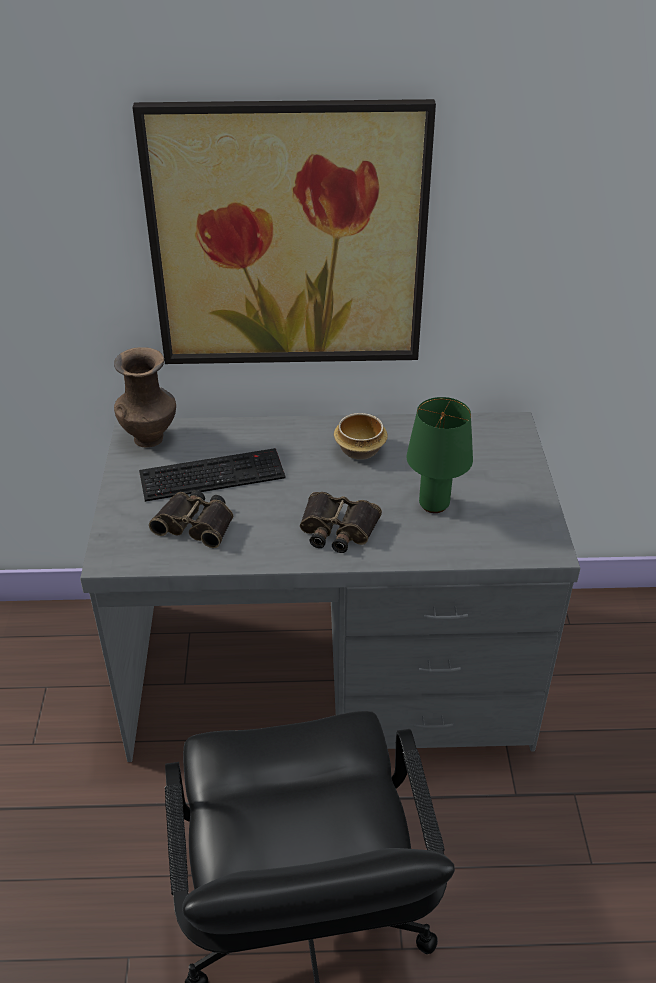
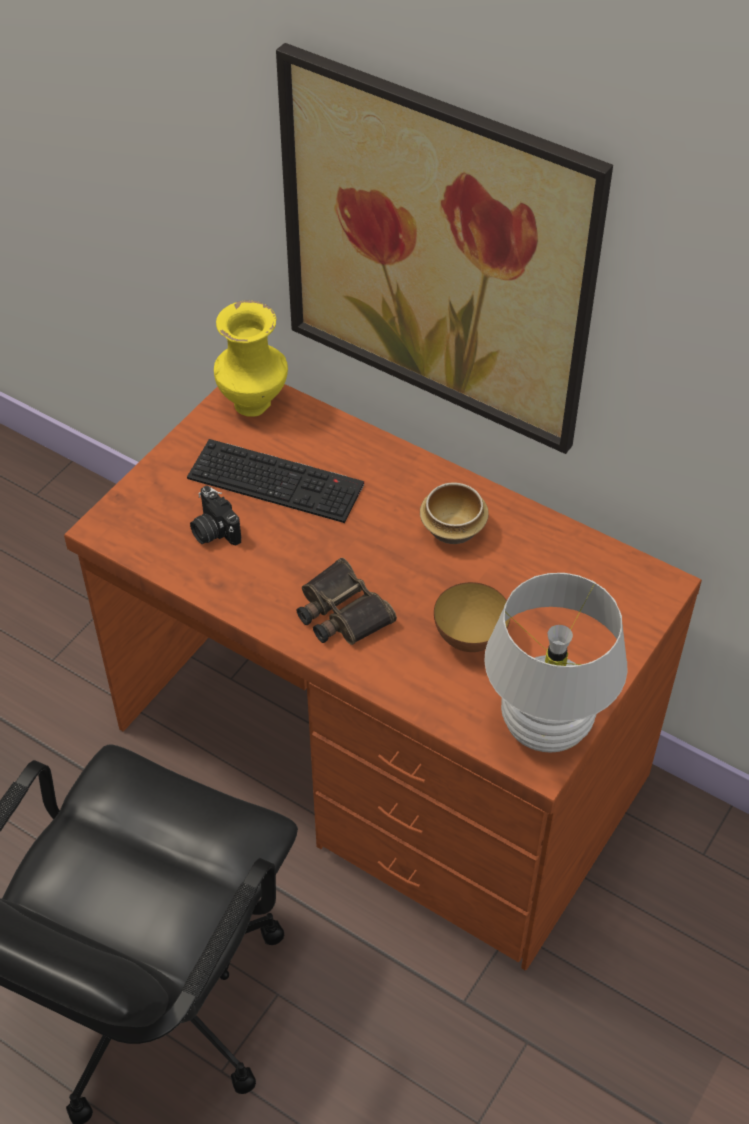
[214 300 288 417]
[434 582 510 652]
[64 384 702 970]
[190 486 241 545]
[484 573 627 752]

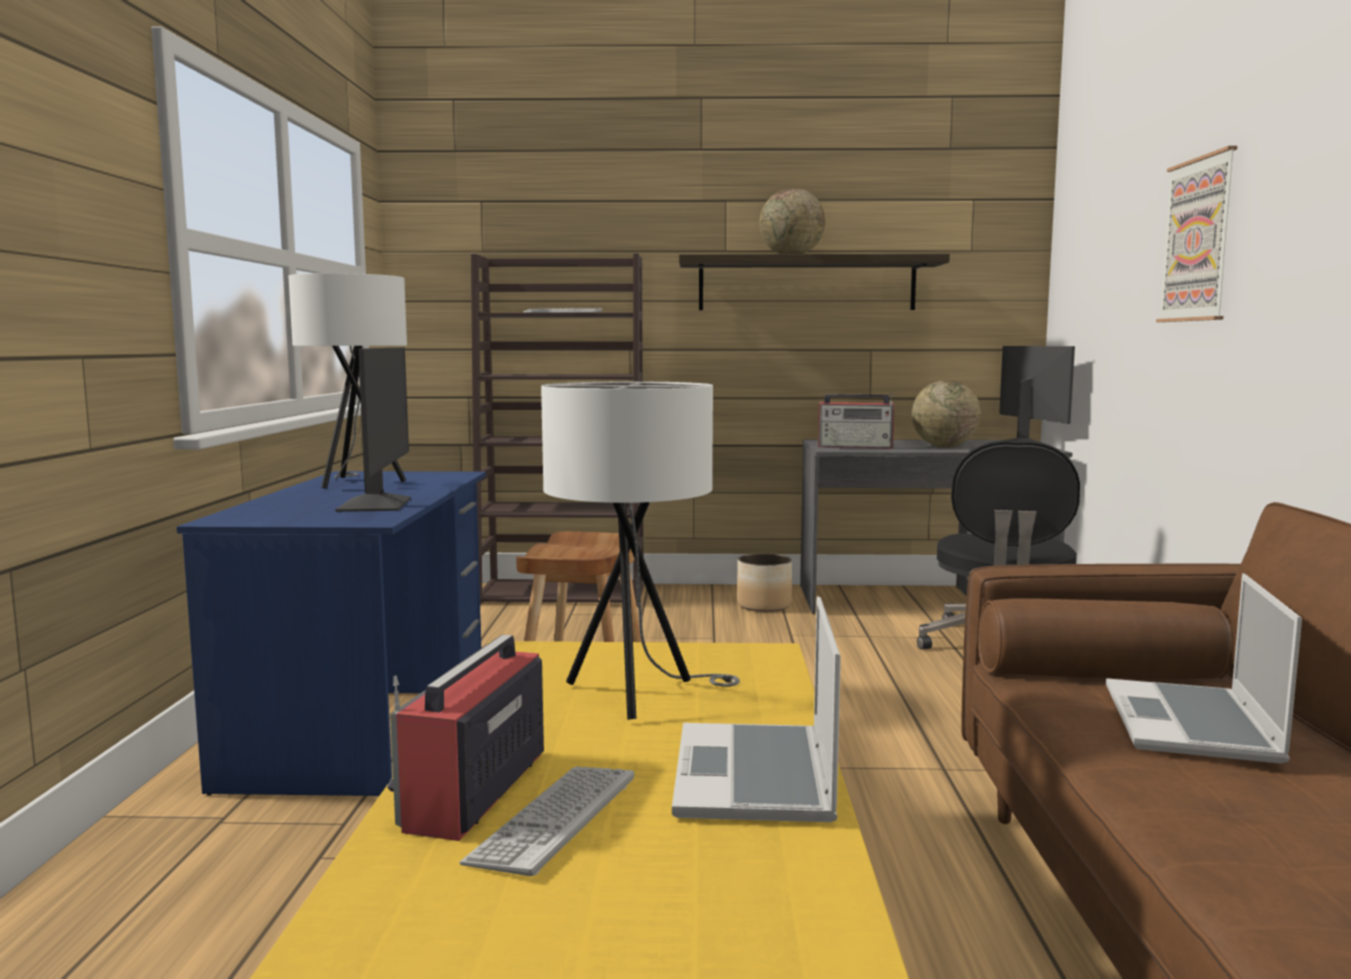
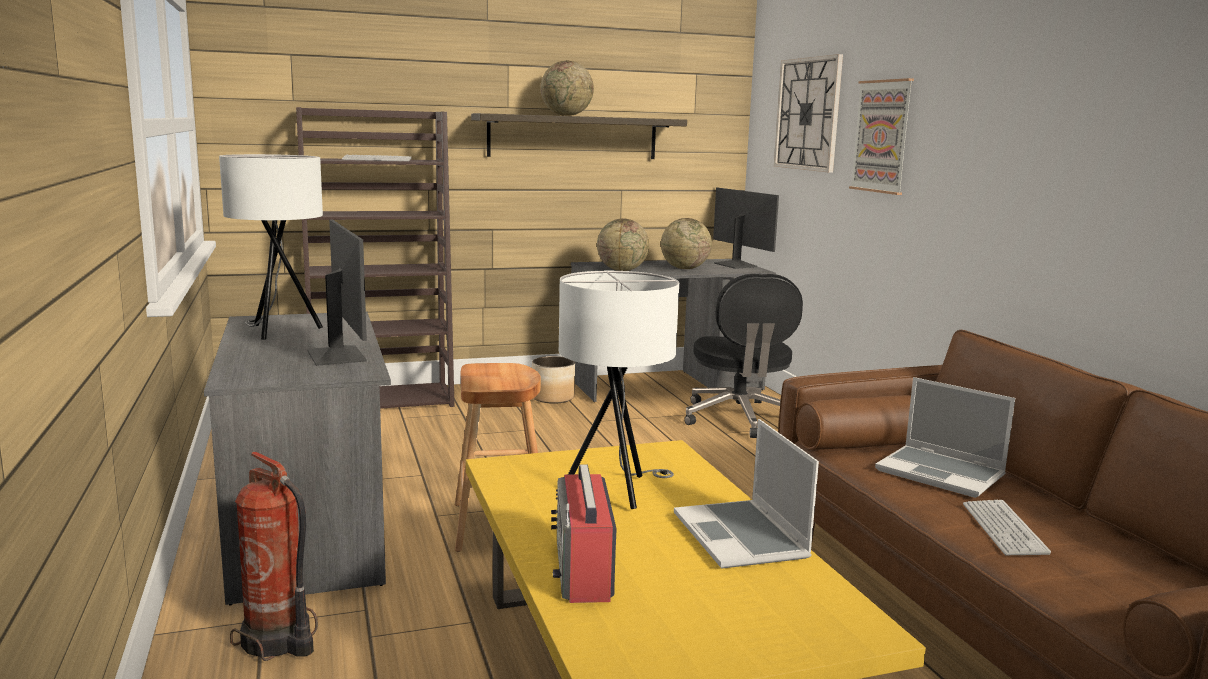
[597 218 649 271]
[204 312 391 606]
[875 377 1015 498]
[963 500 1051 555]
[774 54 843 173]
[230 452 318 661]

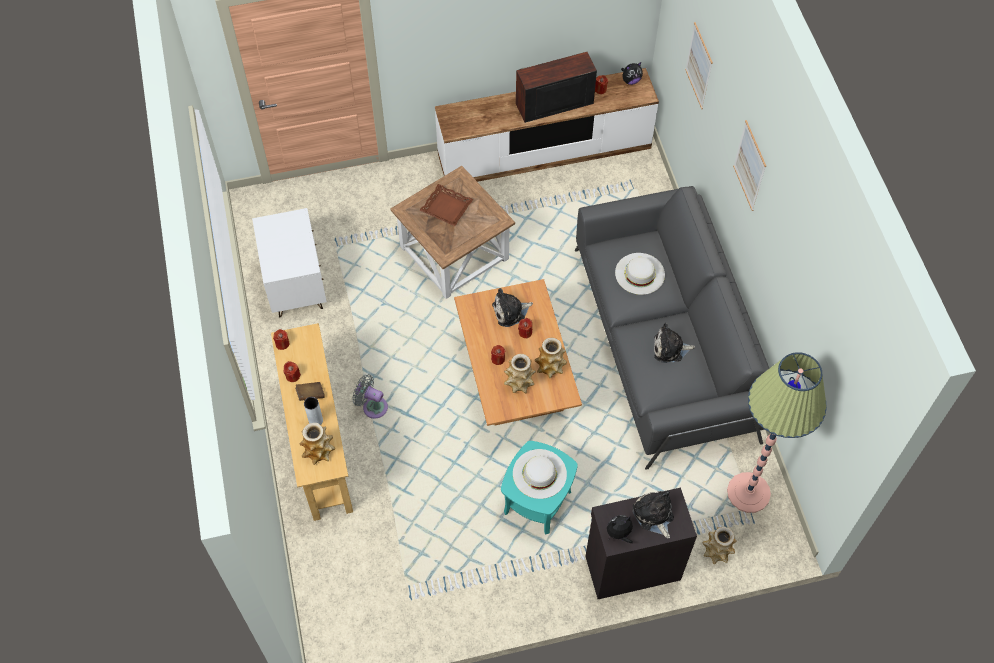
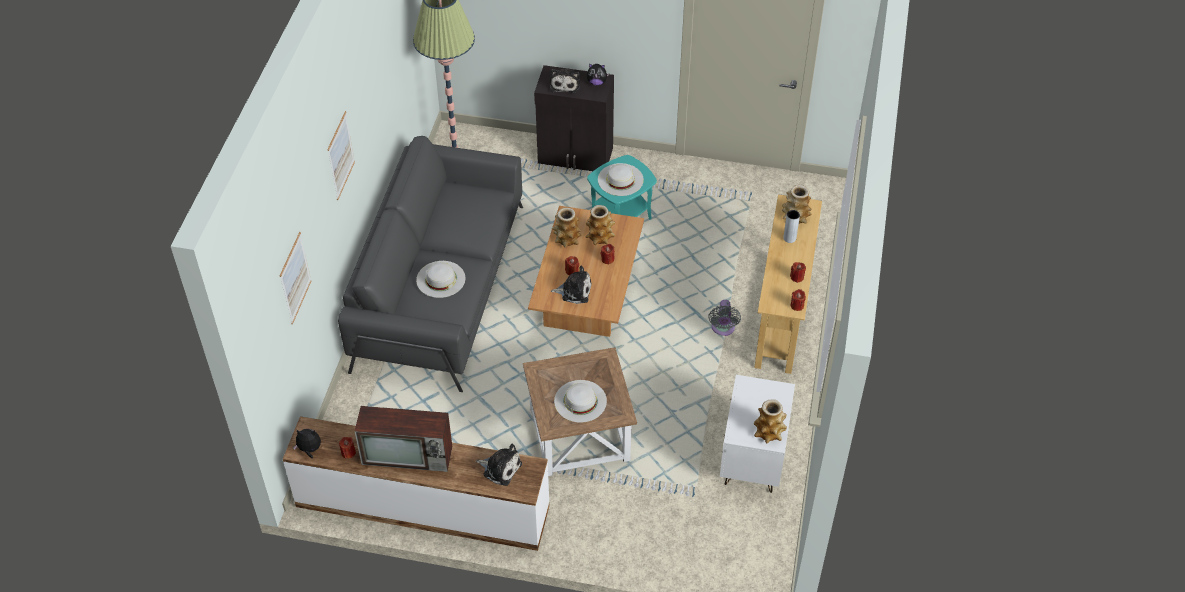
[554 380 607 423]
[476 444 522 486]
[708 300 741 336]
[295 382 325 401] (first image)
[754 399 787 443]

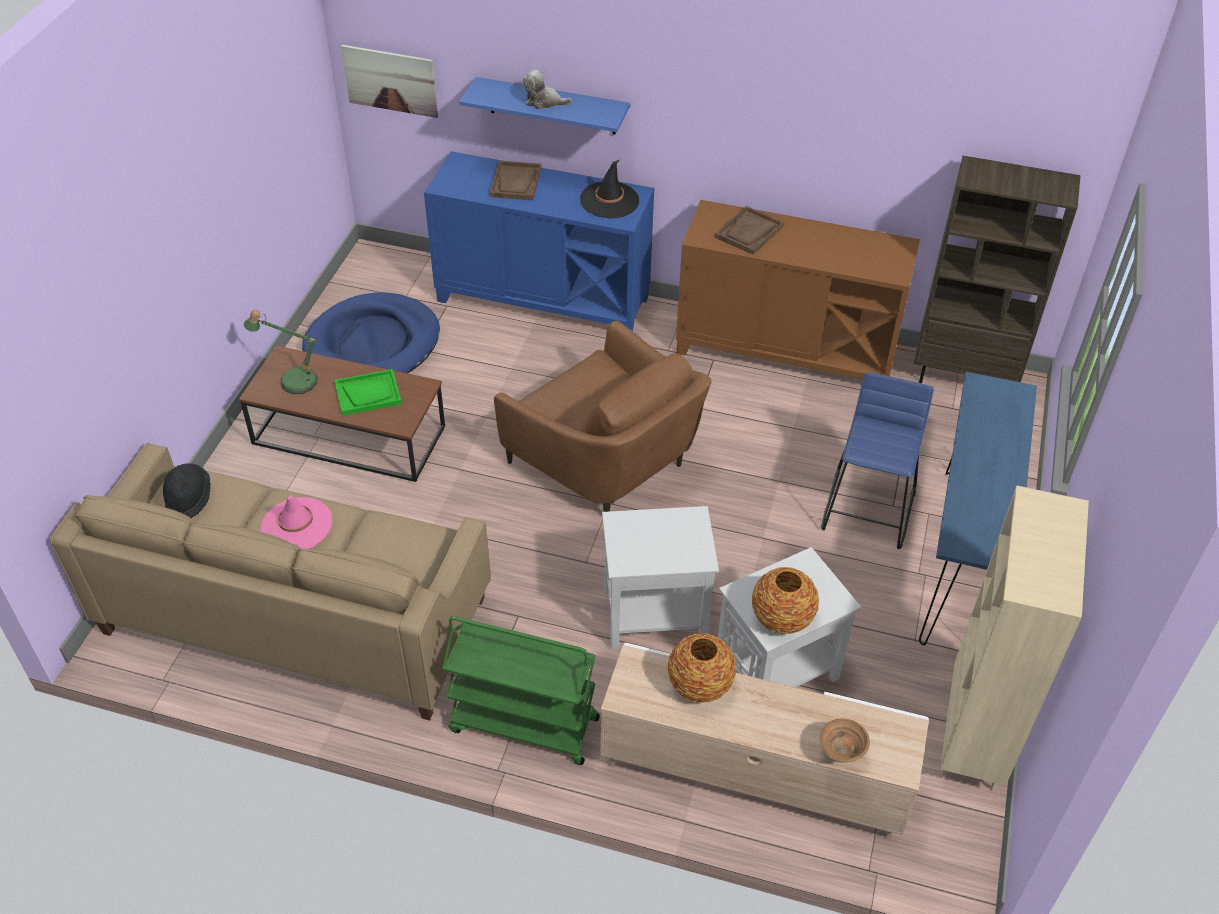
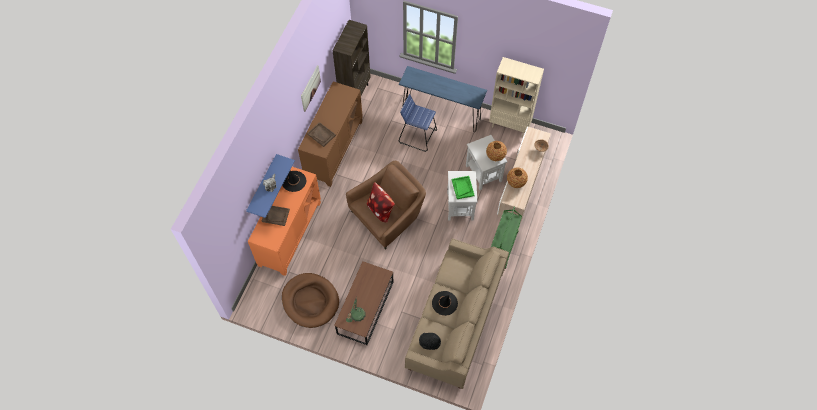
[301 65 321 112]
[248 167 321 276]
[282 273 339 328]
[452 176 475 199]
[432 291 458 316]
[367 182 395 223]

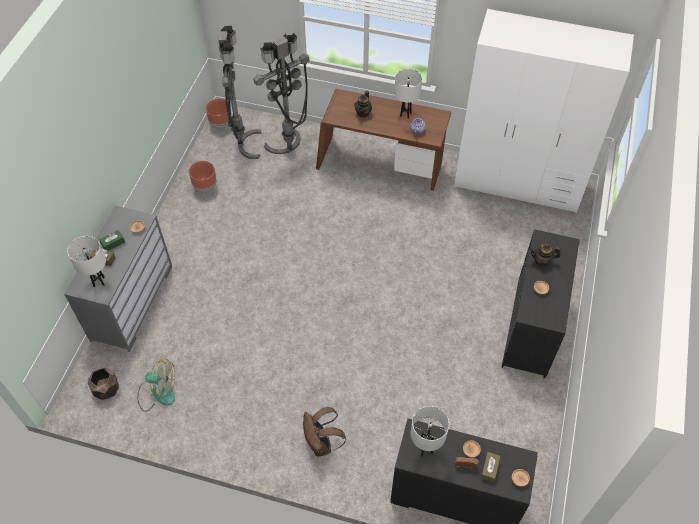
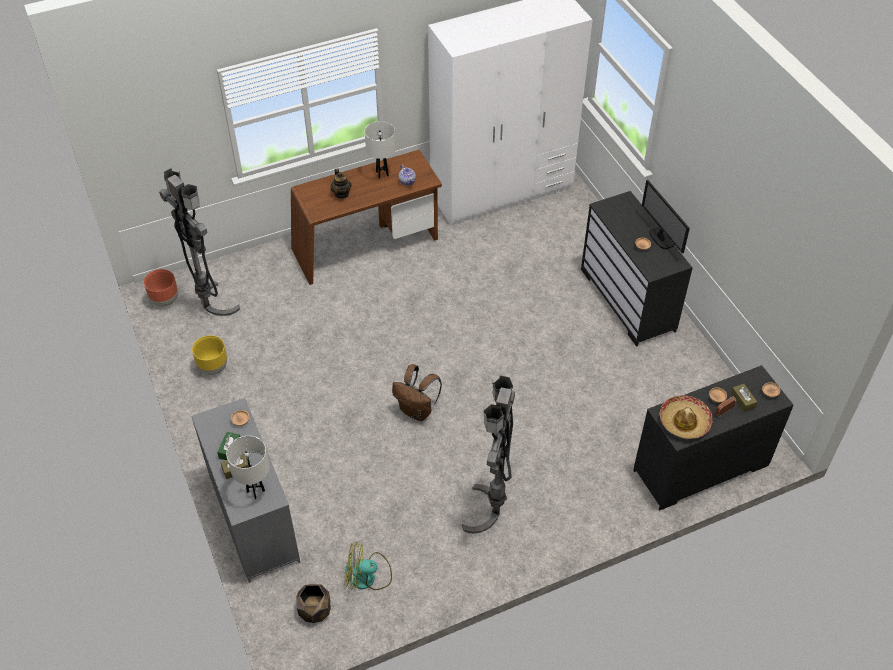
[462 375 515 534]
[192 335 227 375]
[530 243 560 267] (first image)
[345 541 392 590]
[659 395 712 439]
[392 364 442 421]
[642 180 690 253]

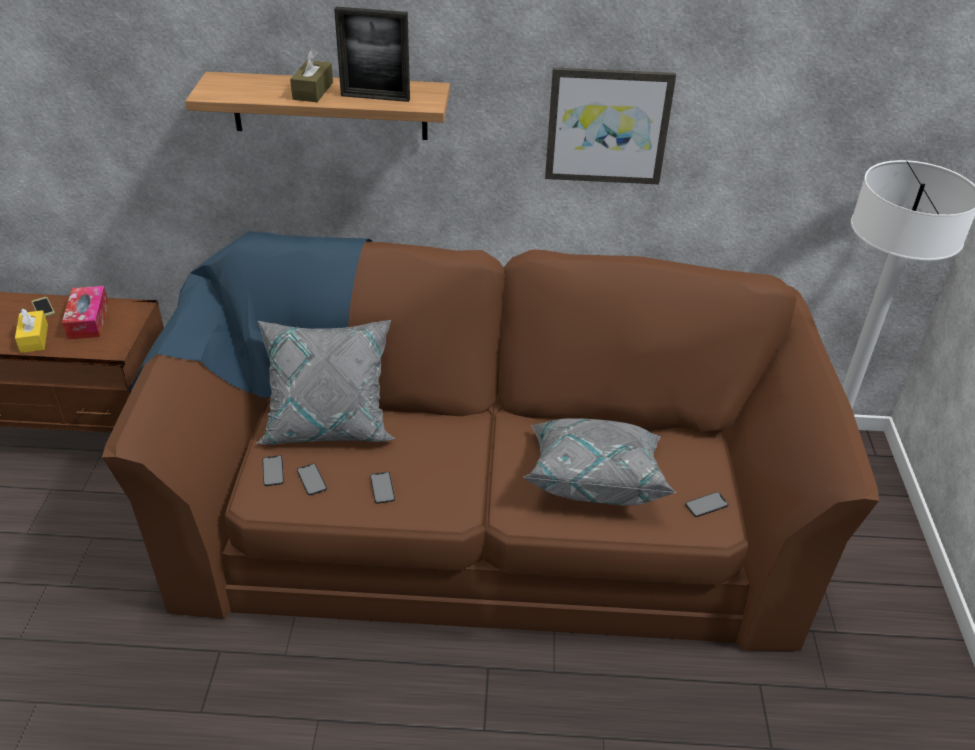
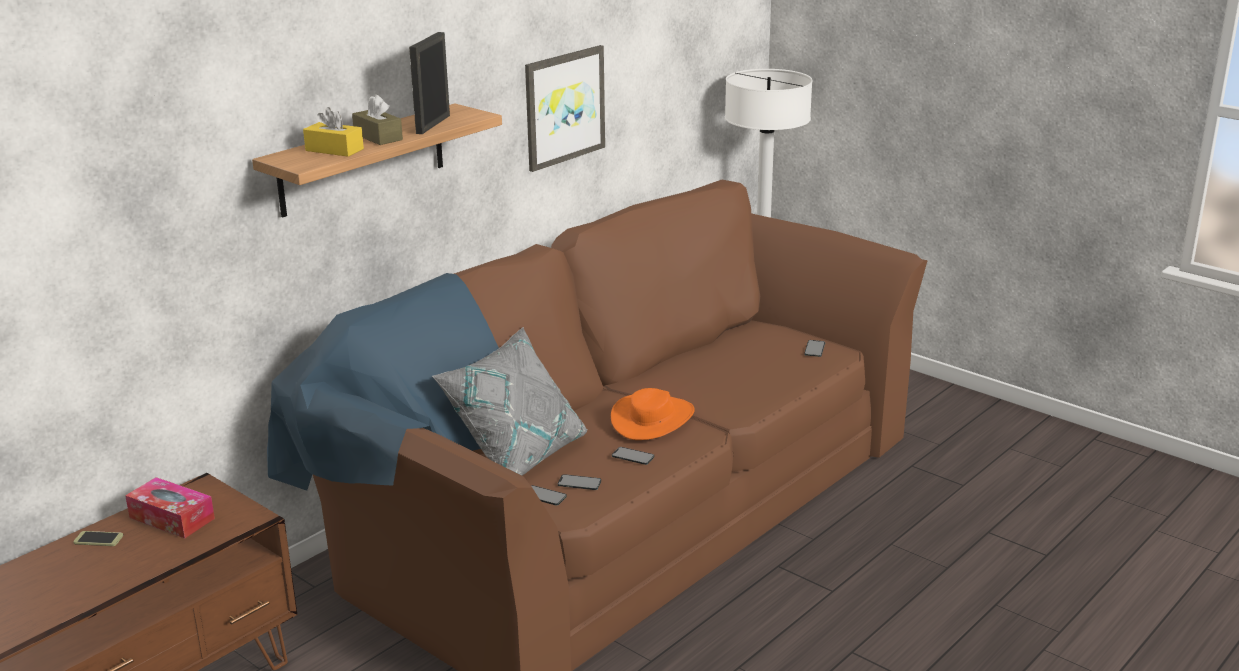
[409 32 450 134]
[303 107 364 157]
[524 418 677 505] (first image)
[611 388 695 440]

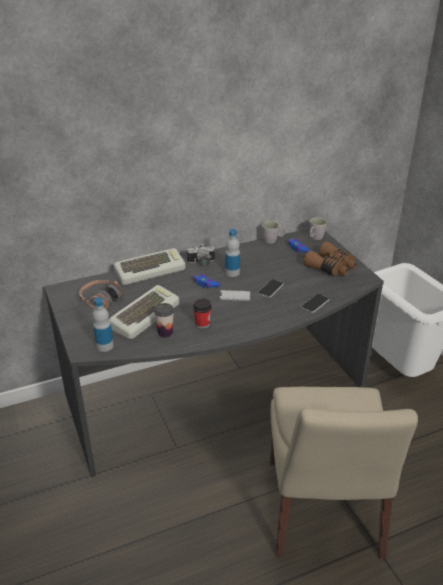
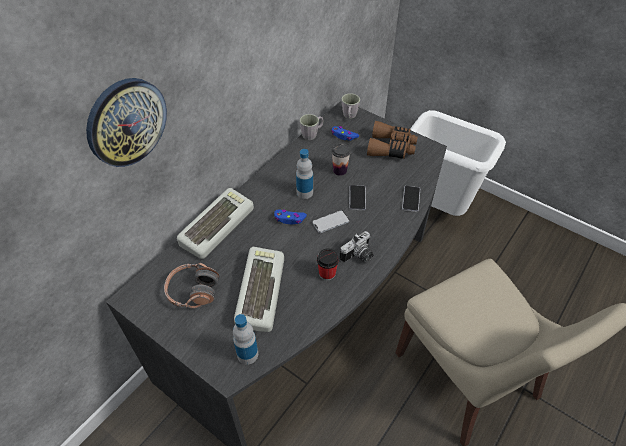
[340 231 374 263]
[331 143 351 176]
[86 78 167 167]

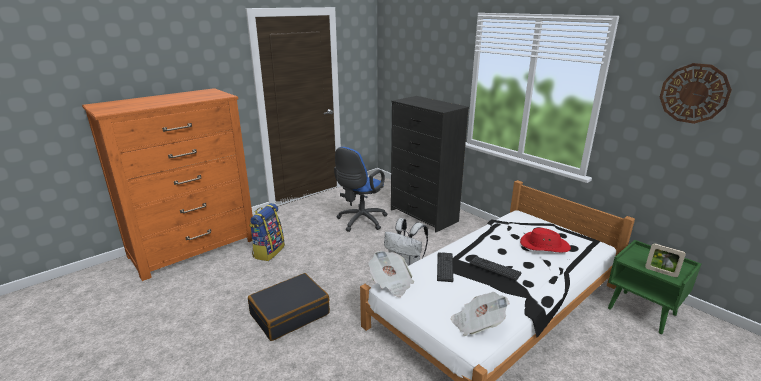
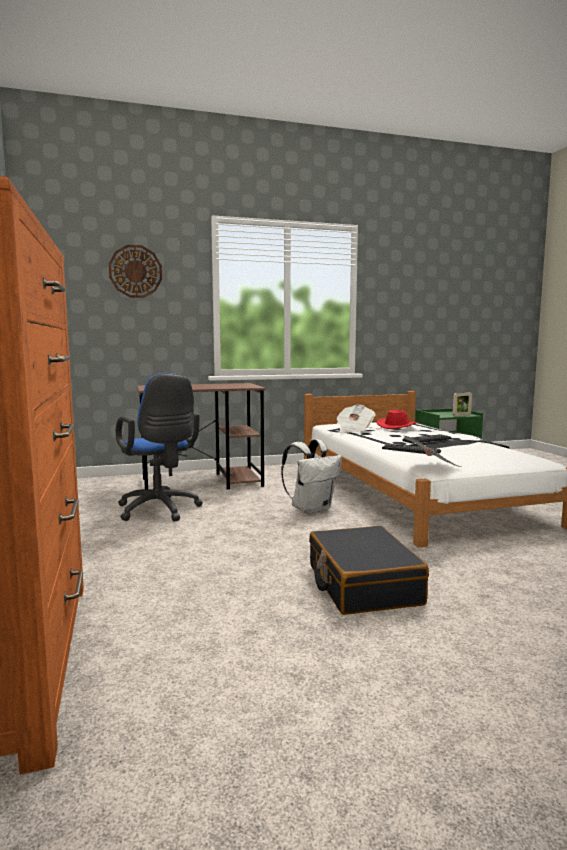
[109 245 162 298]
[137 383 266 489]
[249 203 285 261] (first image)
[336 405 376 433]

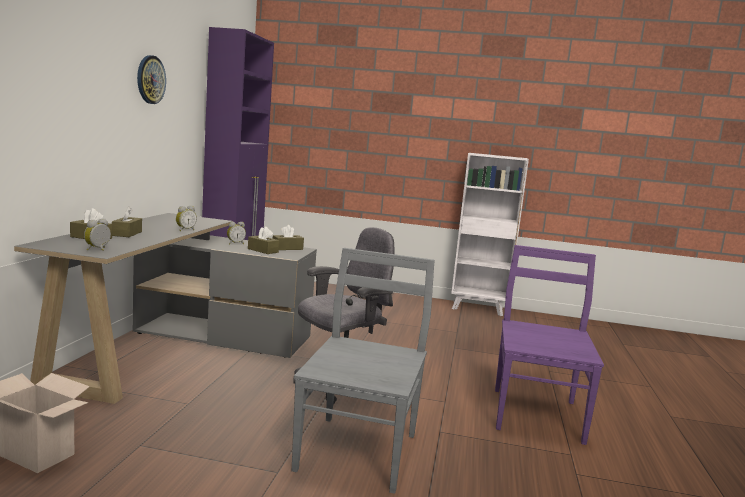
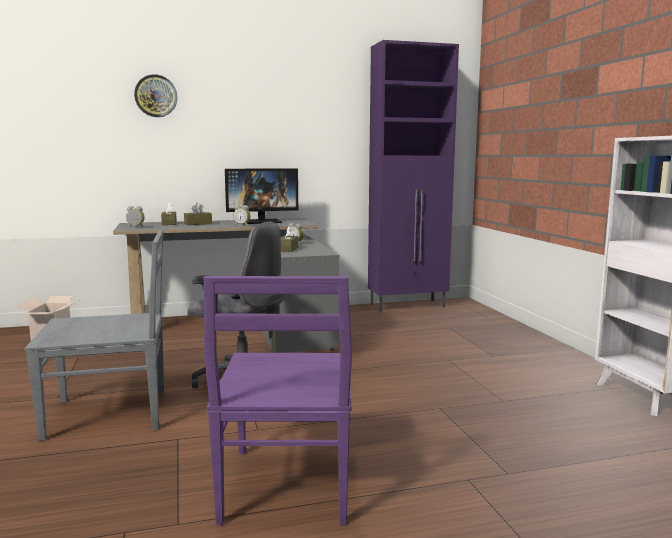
[134 74 177 117]
[273 225 304 250] (first image)
[203 276 352 525]
[225 168 298 224]

